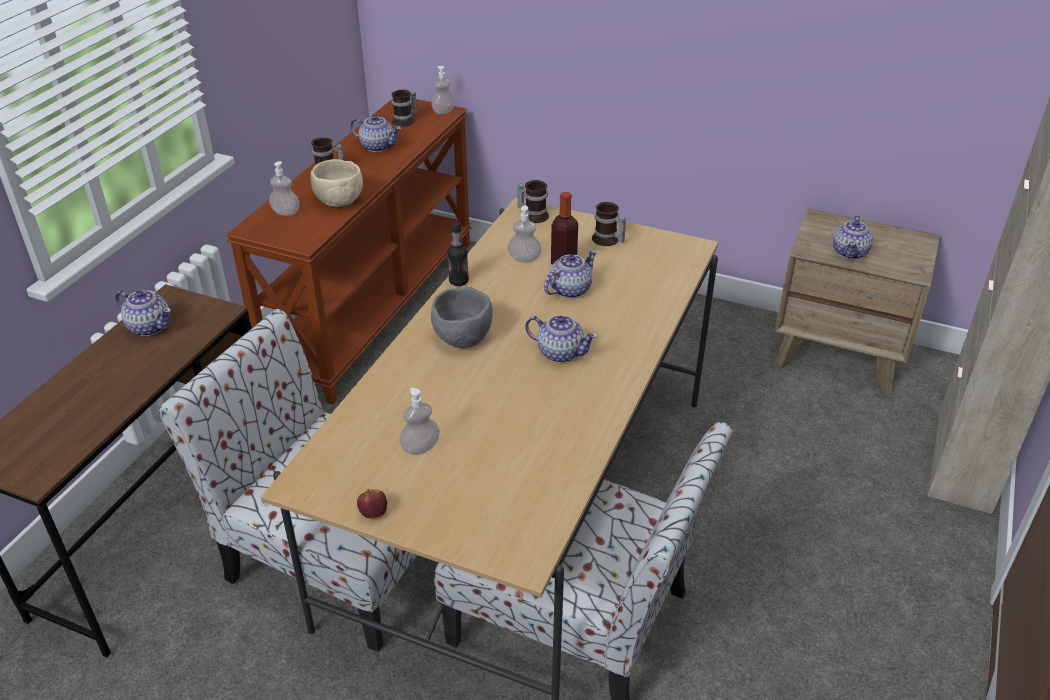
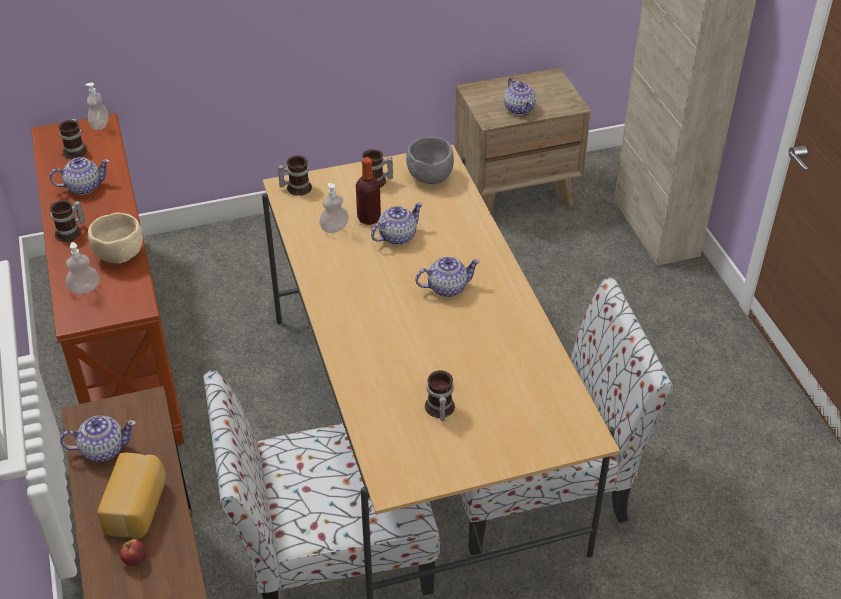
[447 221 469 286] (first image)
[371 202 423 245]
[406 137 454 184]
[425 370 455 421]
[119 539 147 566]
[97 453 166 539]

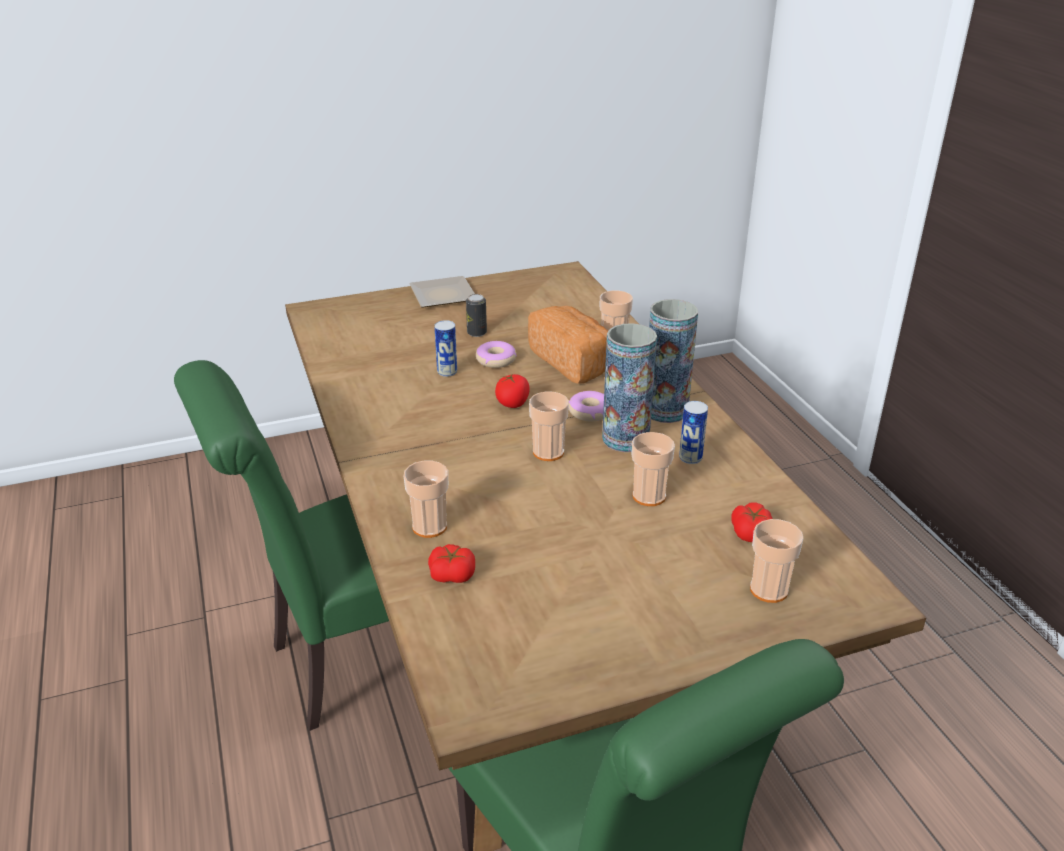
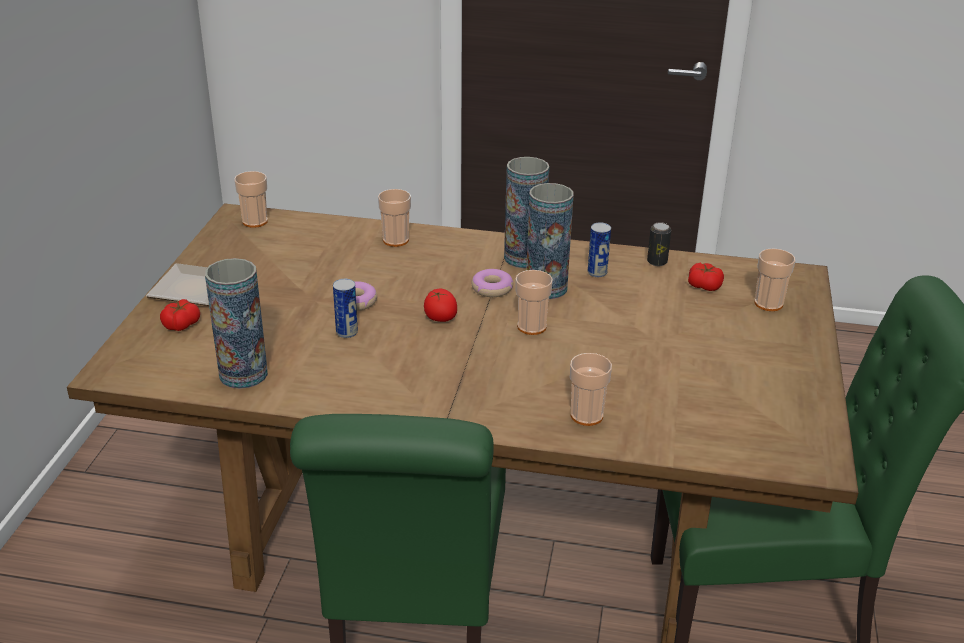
[647 222 671 266]
[528 306 609 384] (first image)
[234 171 268 228]
[160 299 200 331]
[205 258 268 389]

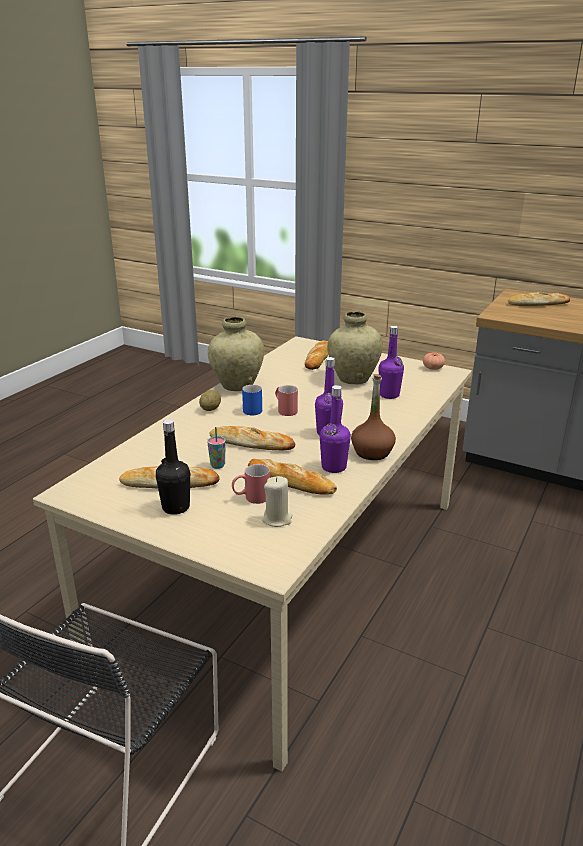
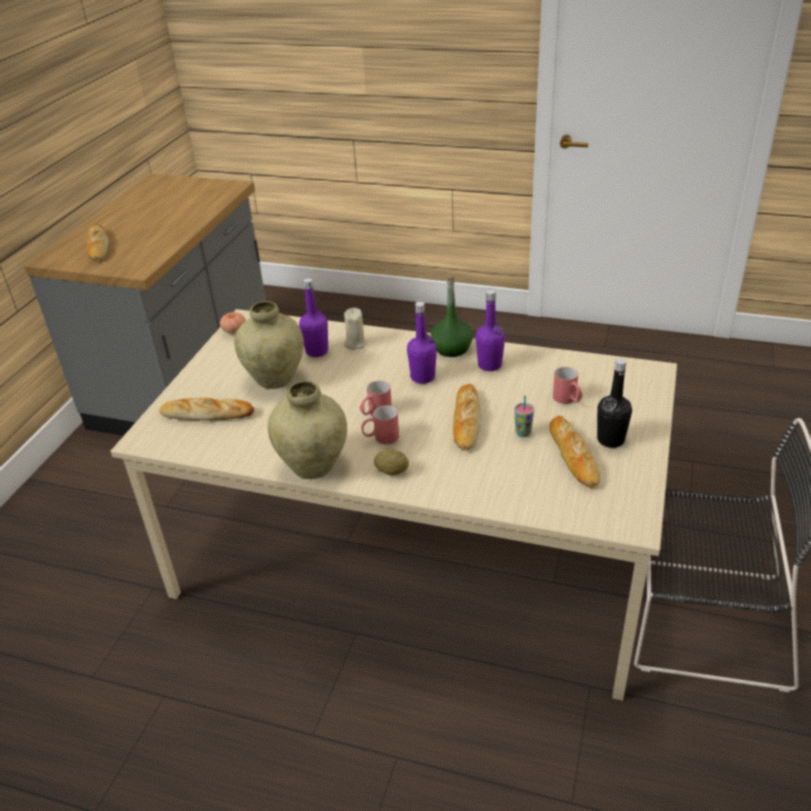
[430 276 473 357]
[361 405 399 445]
[248 459 337 494] (first image)
[344 308 367 350]

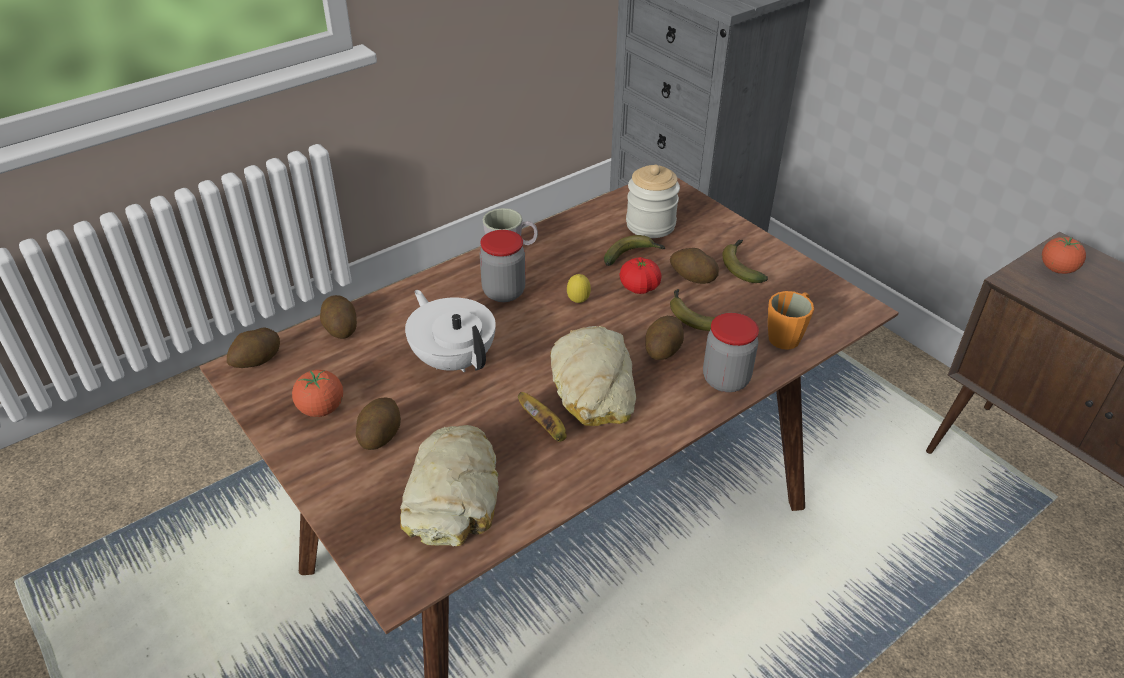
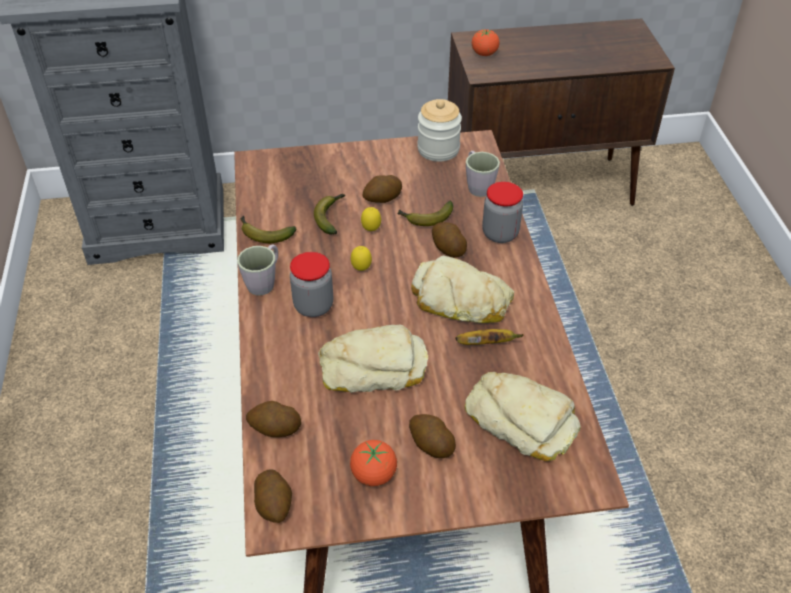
[417 99 462 162]
[241 216 297 243]
[361 207 381 231]
[318 325 428 393]
[466 151 500 197]

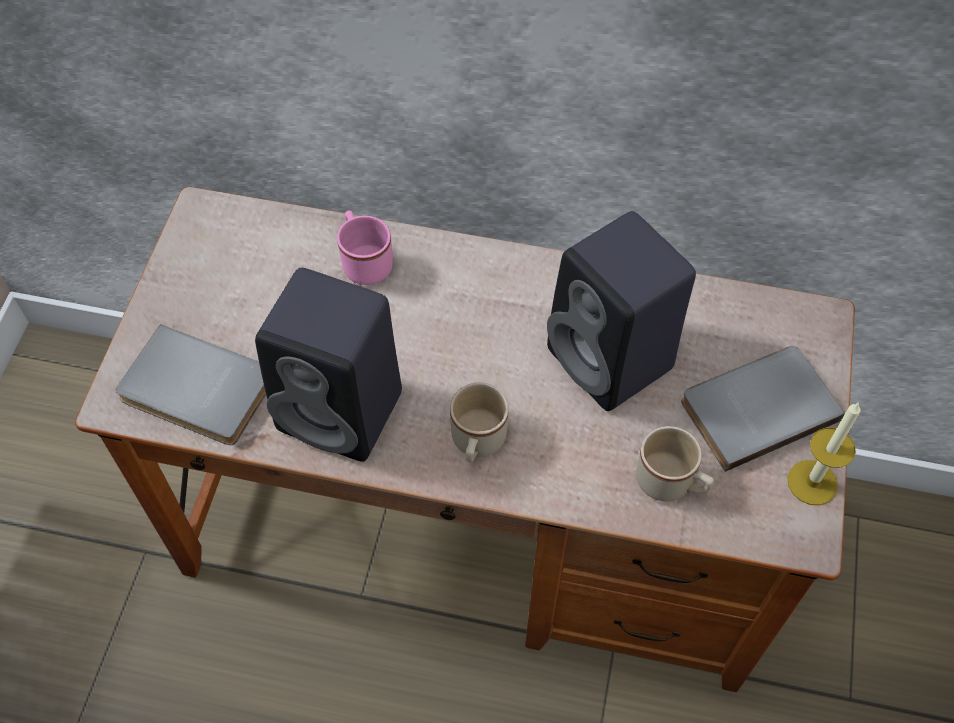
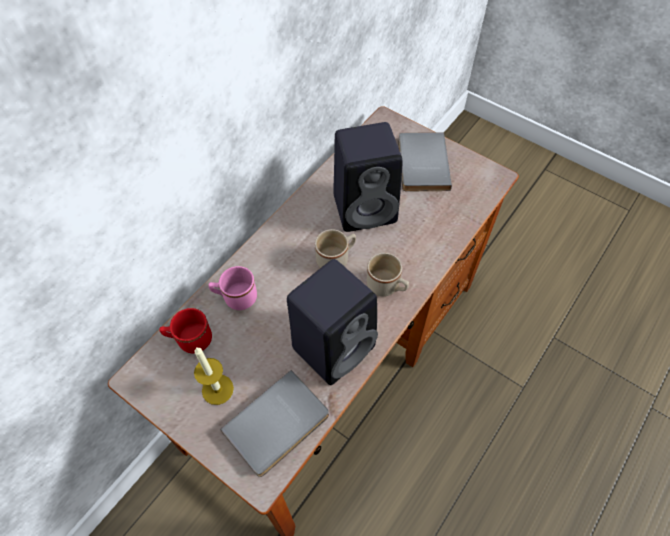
[194 347 234 405]
[315 229 356 268]
[159 308 212 353]

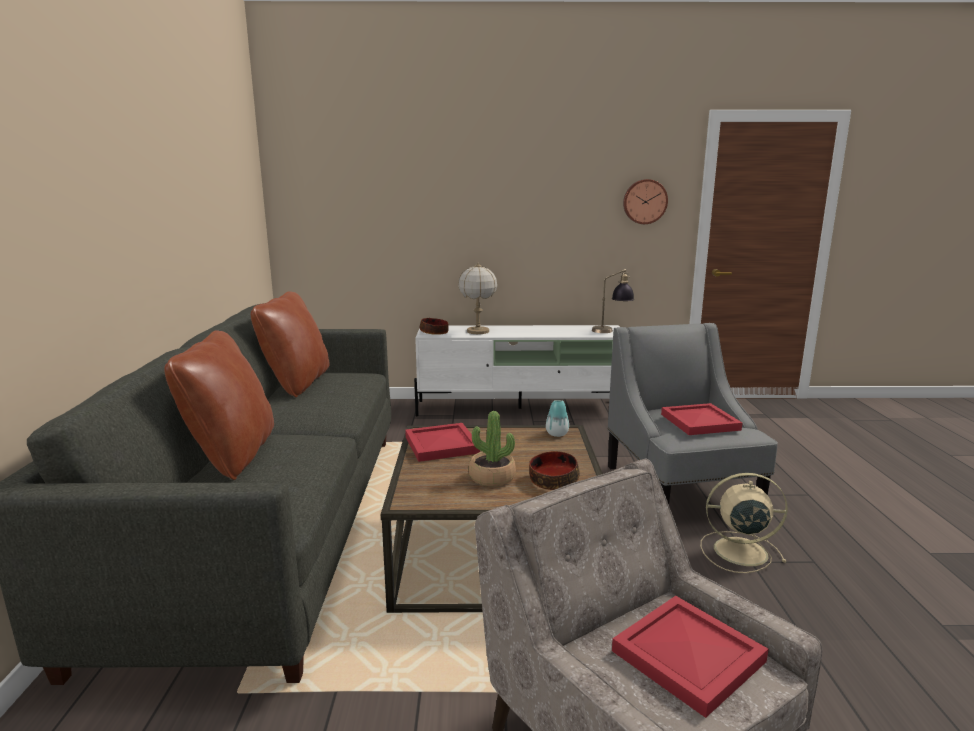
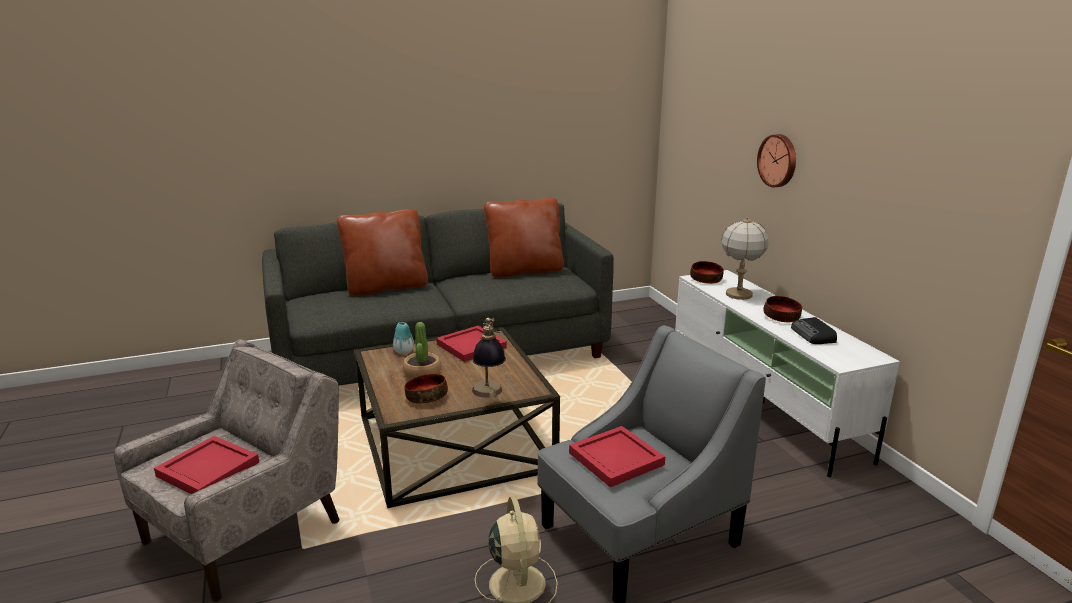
[757 134 796 187]
[472 318 506 398]
[393 322 414 354]
[763 296 802 322]
[791 317 837 344]

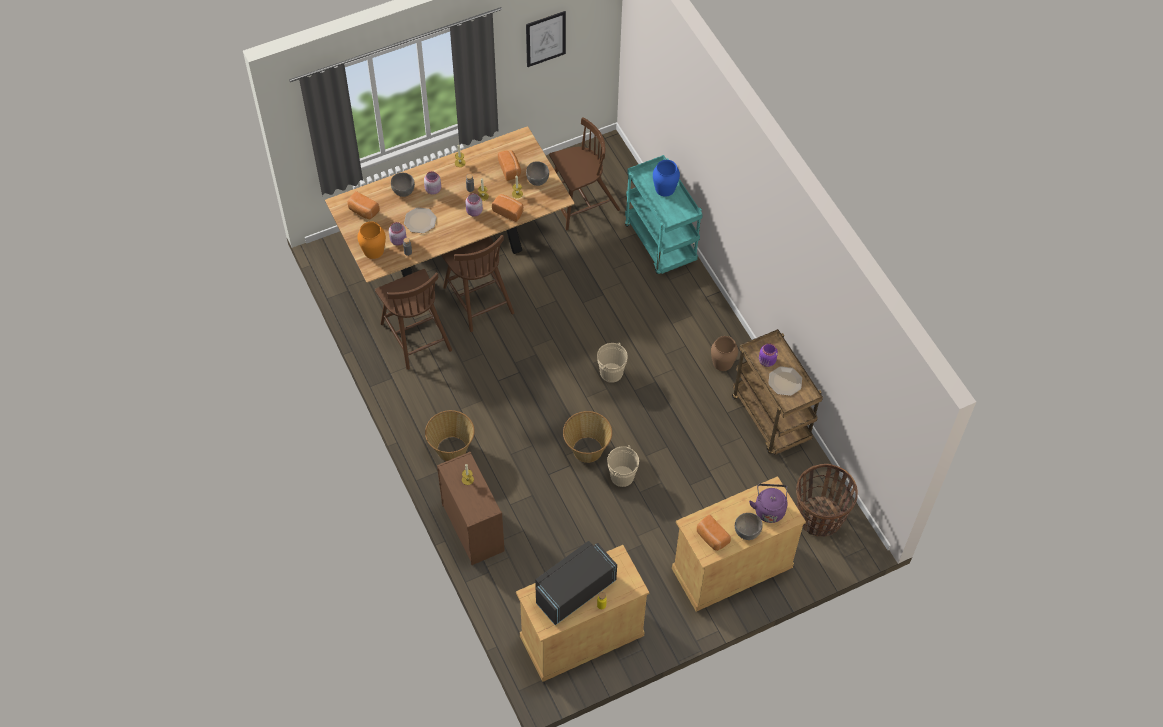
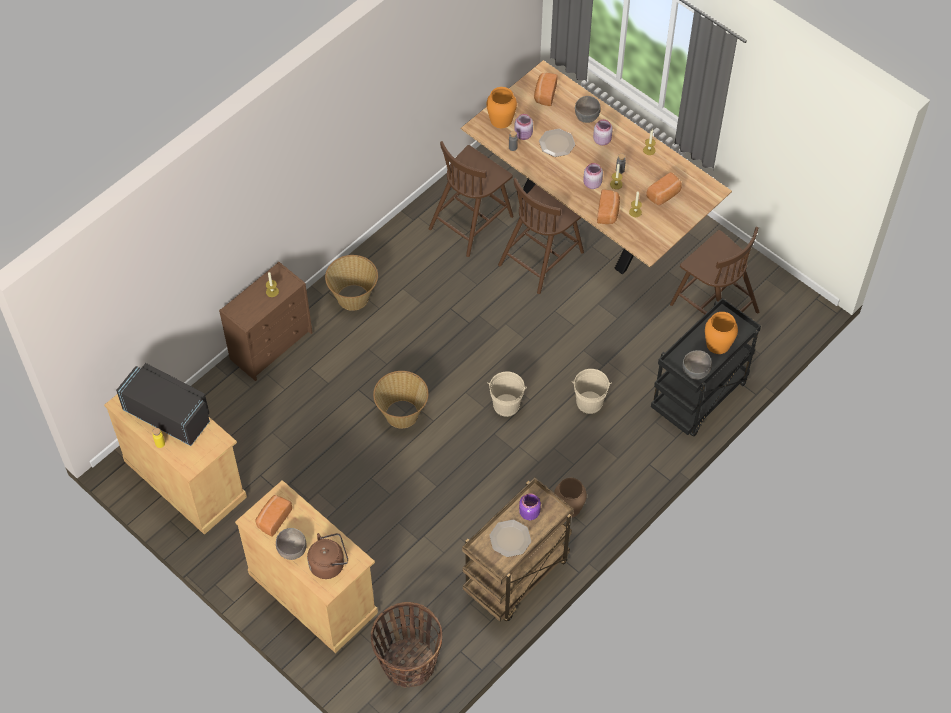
[526 11 566 67] (first image)
[651 298 761 436]
[705 312 738 354]
[683 350 712 380]
[572 369 612 414]
[307 533 348 579]

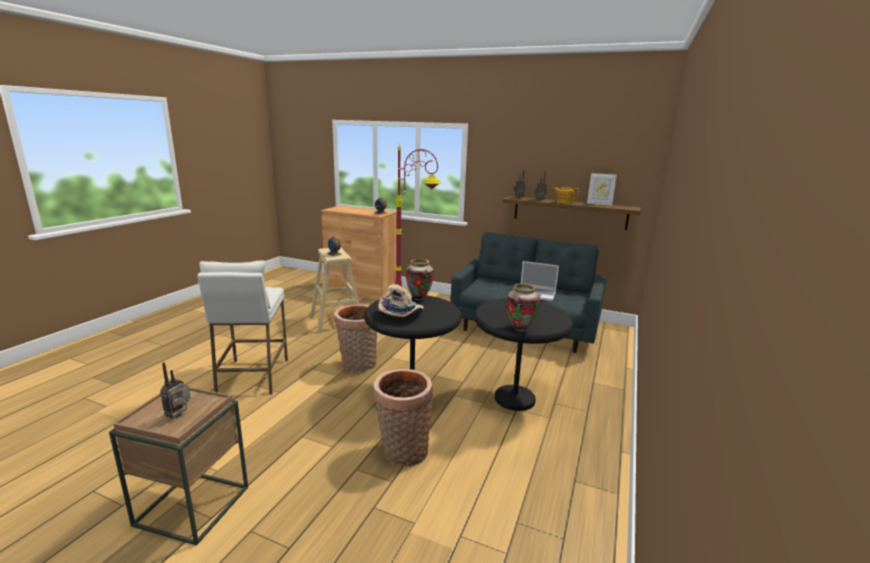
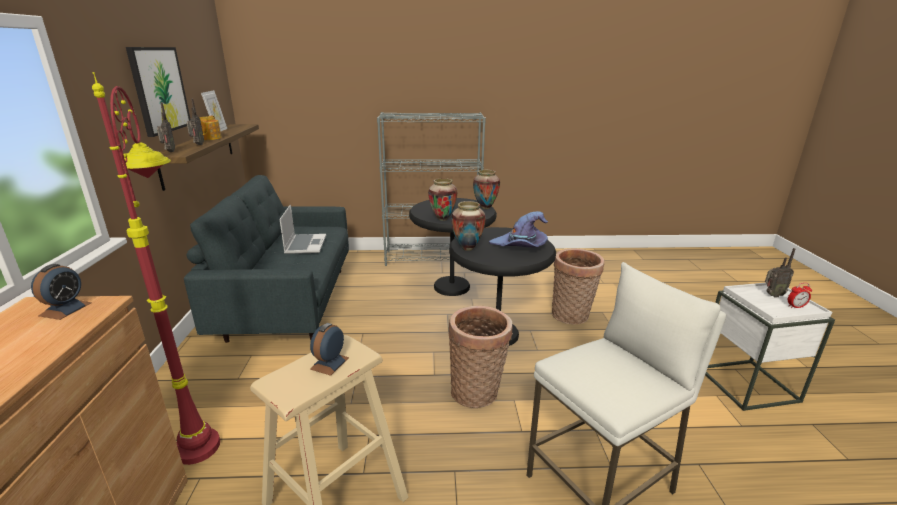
[489 211 548 247]
[705 283 835 411]
[126 47 191 137]
[377 112 486 266]
[428 178 457 221]
[788 283 812 308]

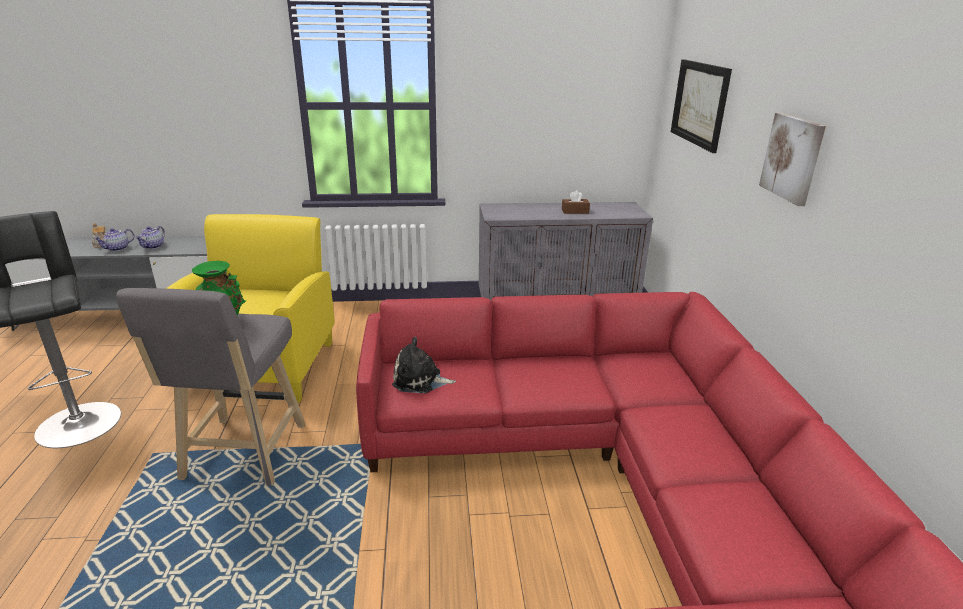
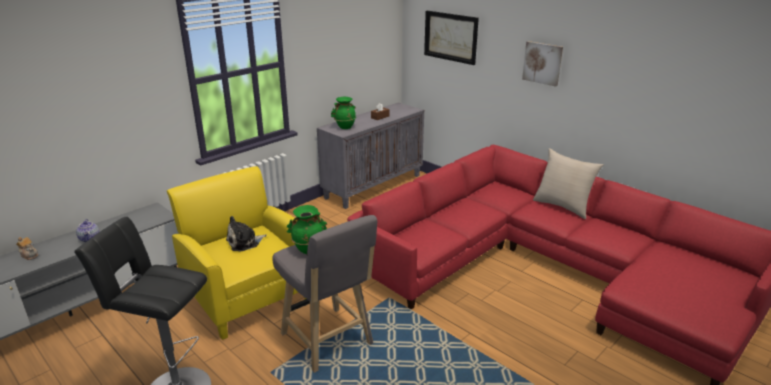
[94 228 134 251] (first image)
[226 216 267 252]
[331 97 356 129]
[533 148 604 219]

